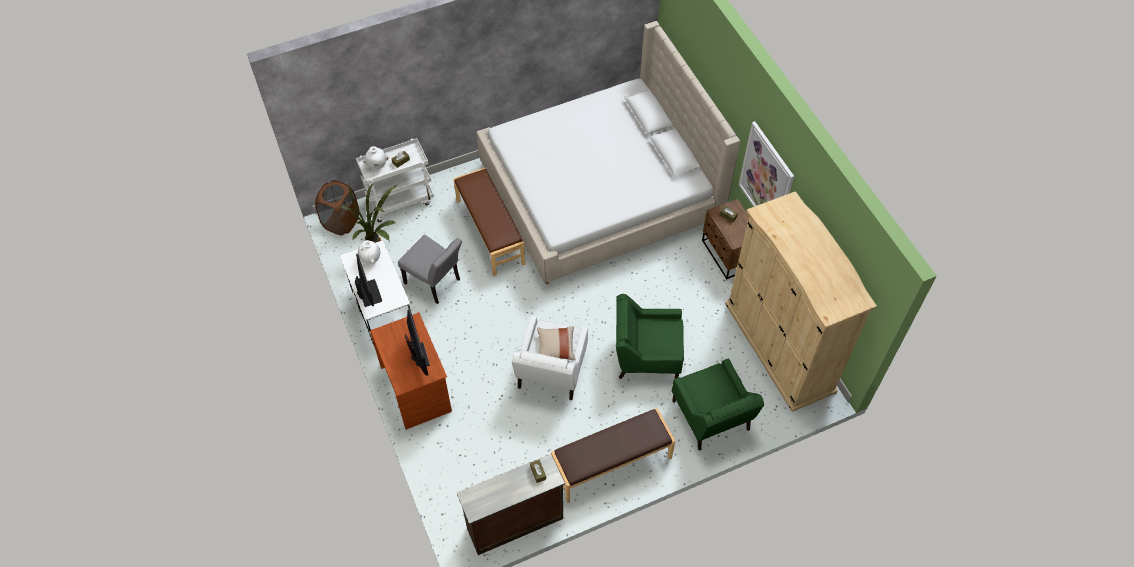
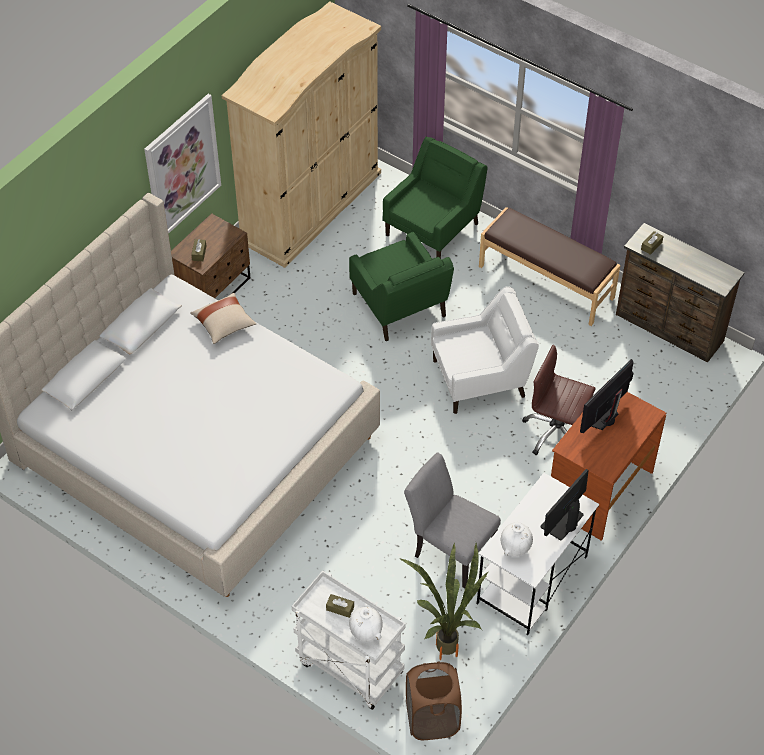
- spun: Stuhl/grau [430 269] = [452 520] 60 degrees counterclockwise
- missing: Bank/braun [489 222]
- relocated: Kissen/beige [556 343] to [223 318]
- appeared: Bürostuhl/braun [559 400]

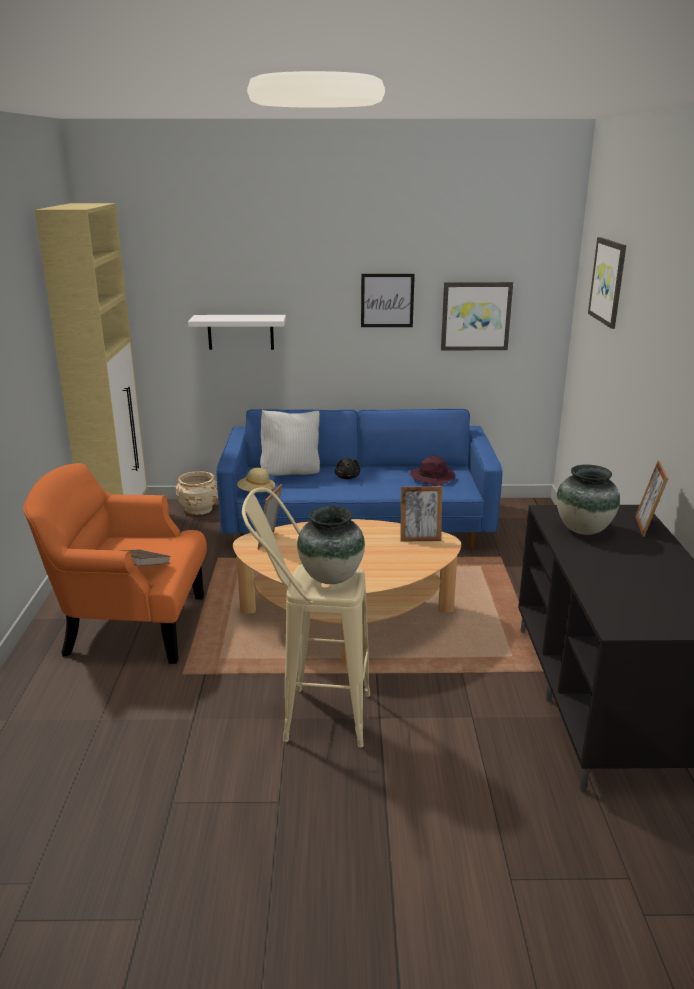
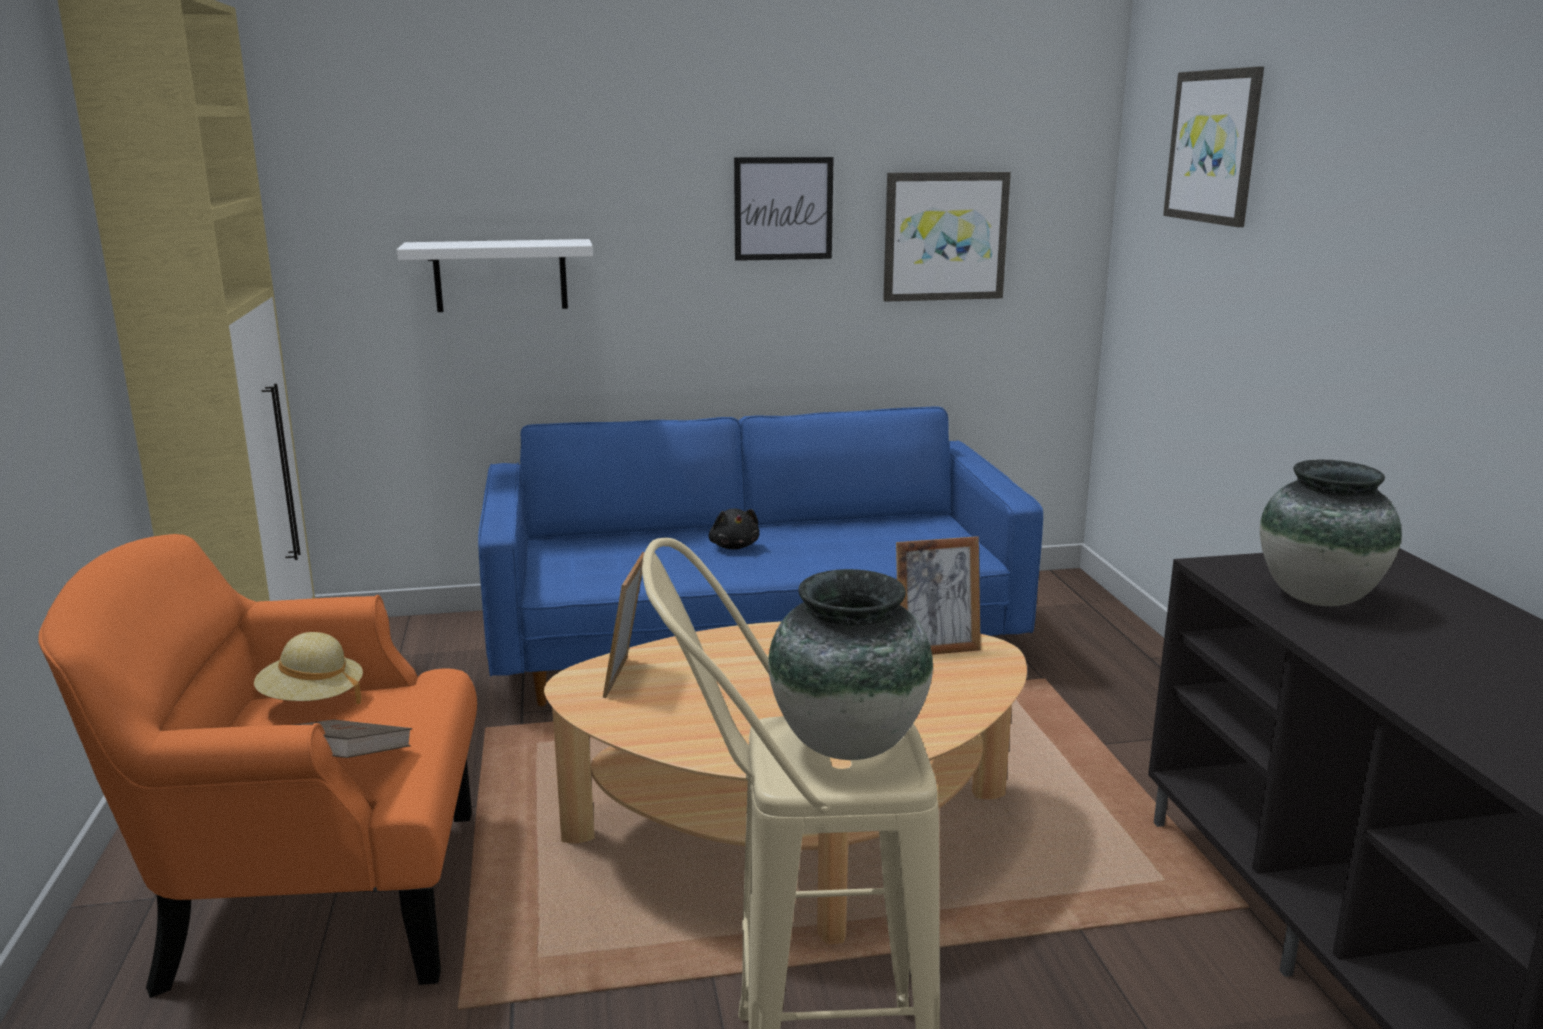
- missing: Pflanzkübel/beige [197 493]
- relocated: Hut/beige [256 480] to [308 668]
- missing: Kissen/weiß [290 443]
- missing: Hut/lila [433 471]
- missing: Bilderrahmen [651 499]

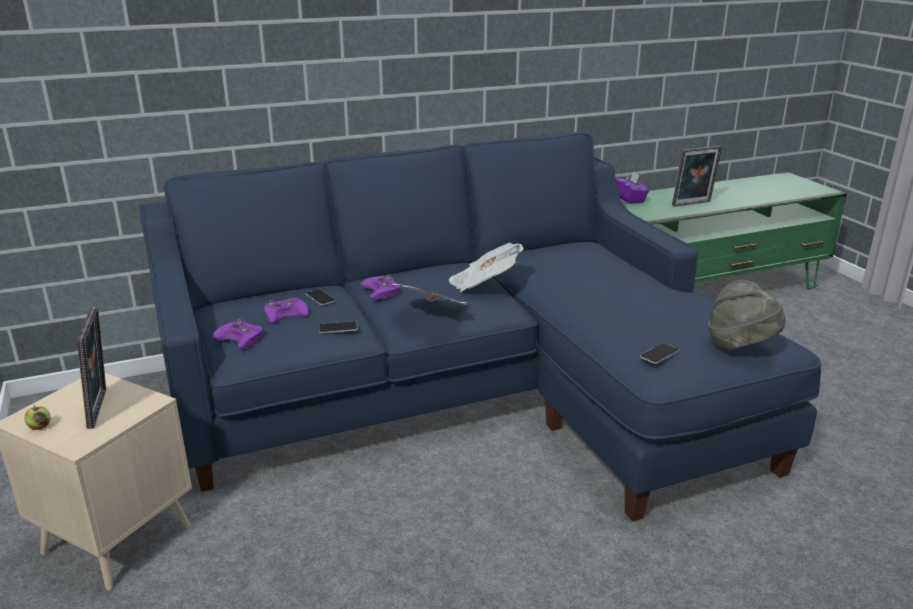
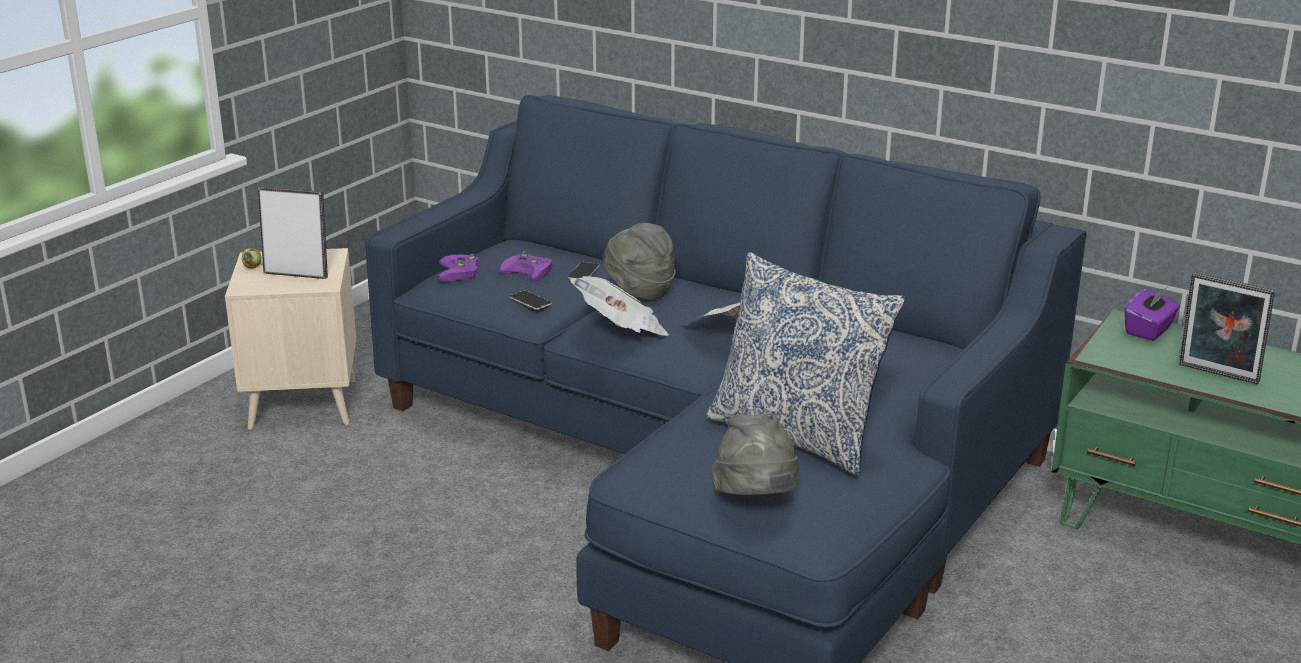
- spun: Bilderrahmen [91 368] = [293 233] 120 degrees counterclockwise
- exchanged: Gamepad/lila [380 287] to Hut/grau [639 261]
- missing: Handy [659 353]
- appeared: Kissen [806 363]

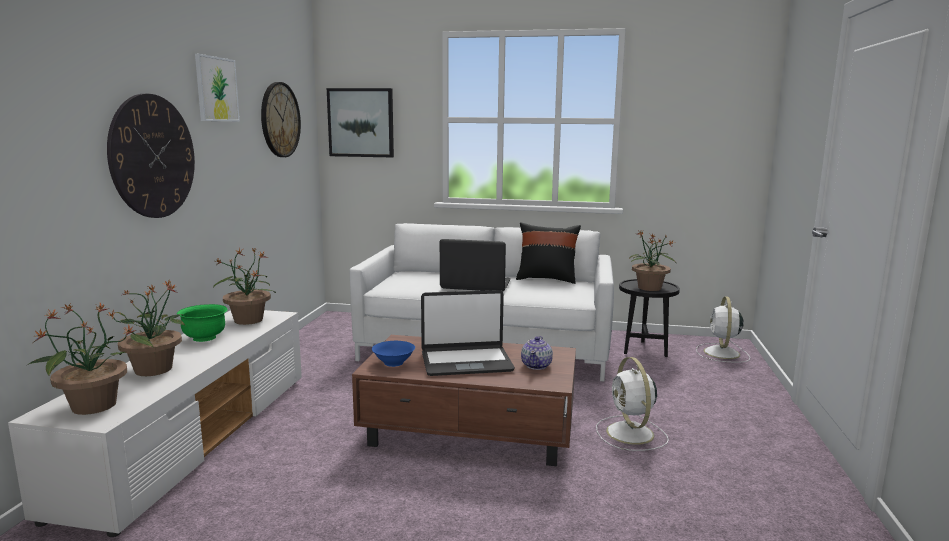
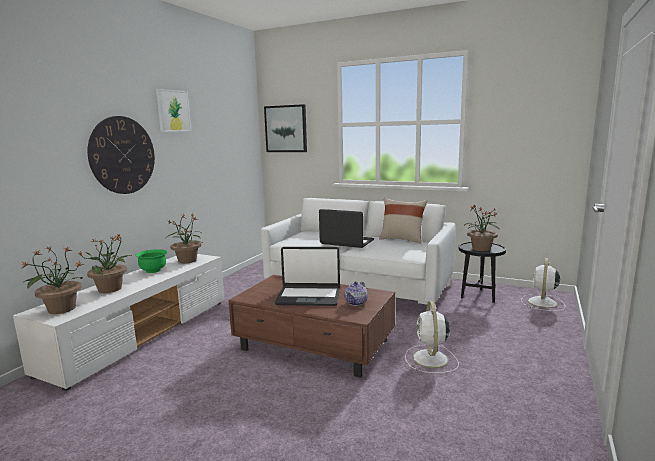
- missing: Wanduhr [281 119]
- missing: Schüssel/blau [393 354]
- colour: Kissen/schwarz [548 253] to Kissen/beige [403 221]

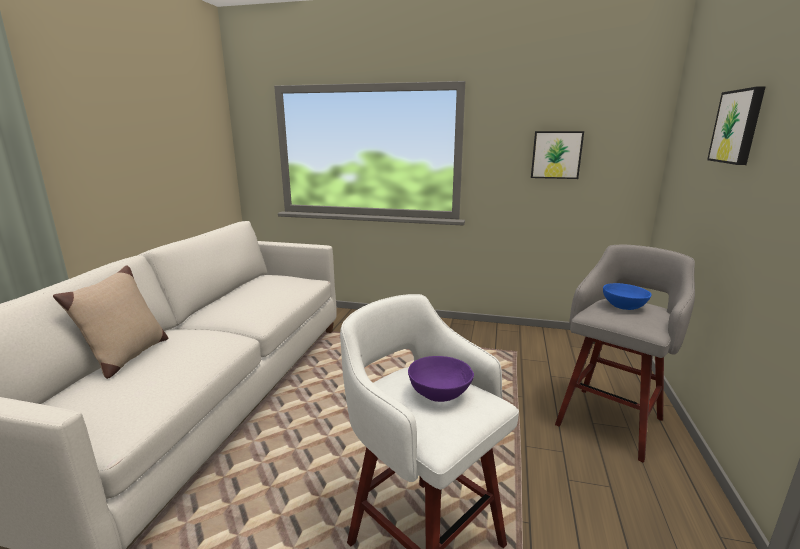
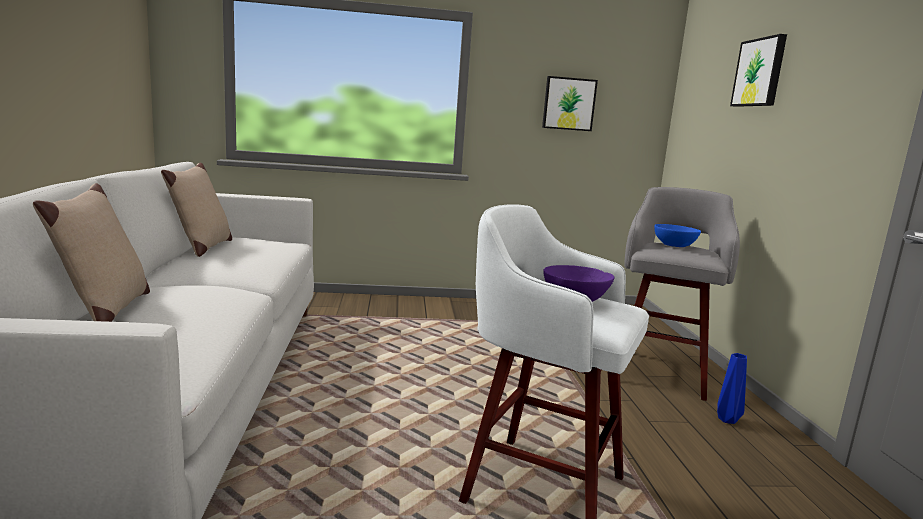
- appeared: Kissen/beige [196 210]
- appeared: Vase/blau [732 388]

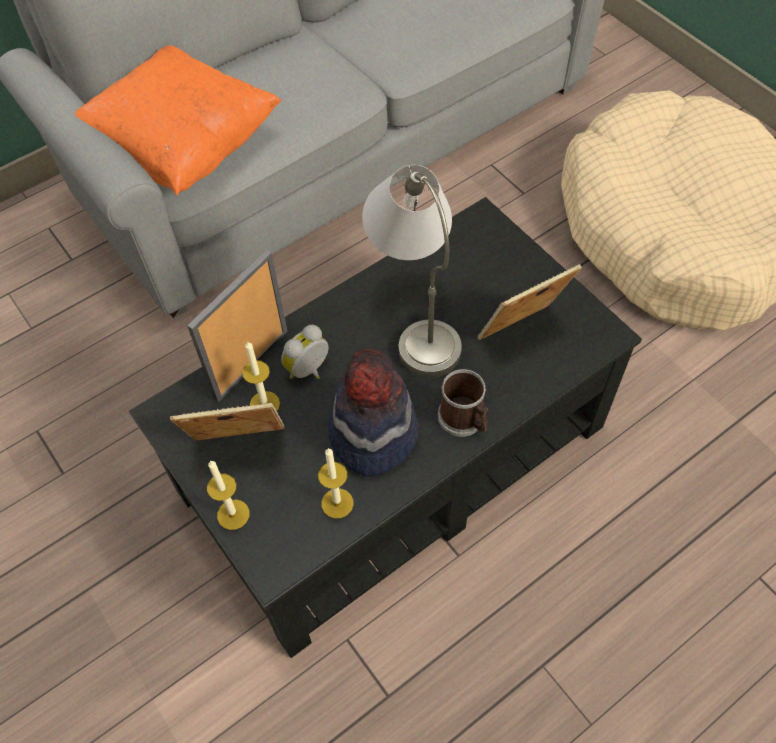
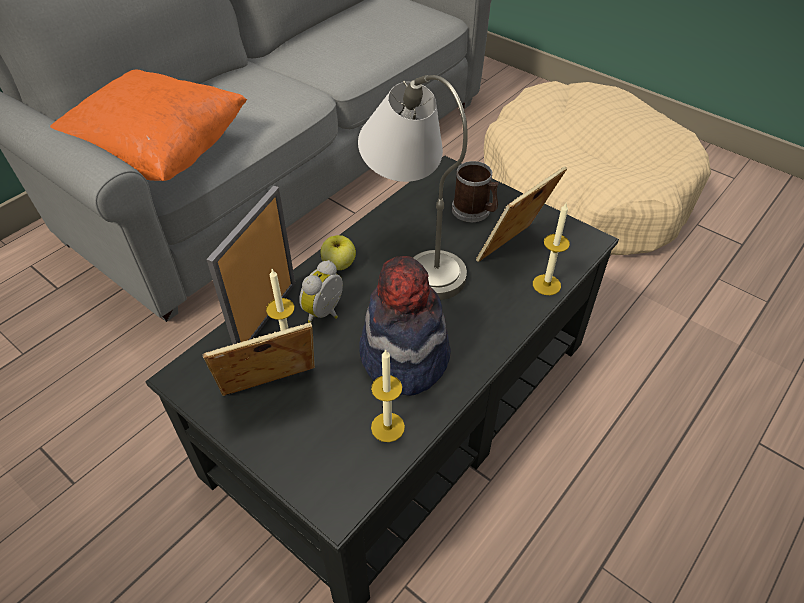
- relocated: Kerze [228 495] to [551 249]
- relocated: Henkelbecher [463 403] to [475 191]
- appeared: Apfel [338 252]

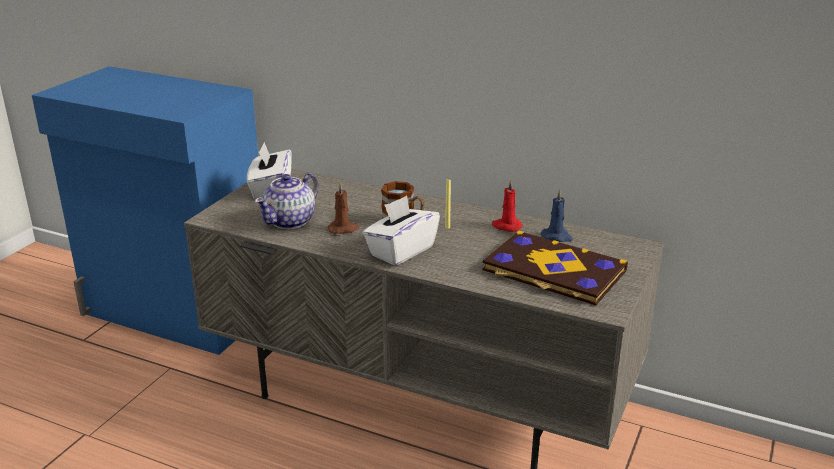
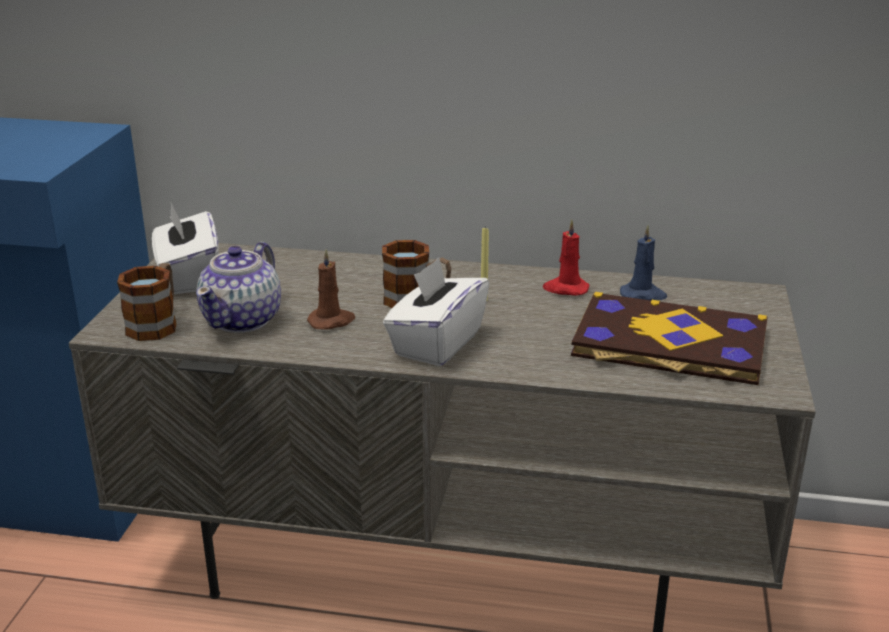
- appeared: Henkelbecher [147 302]

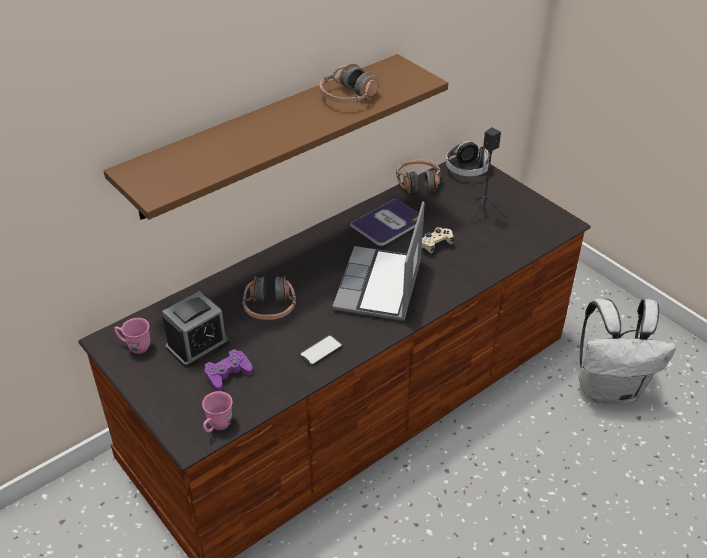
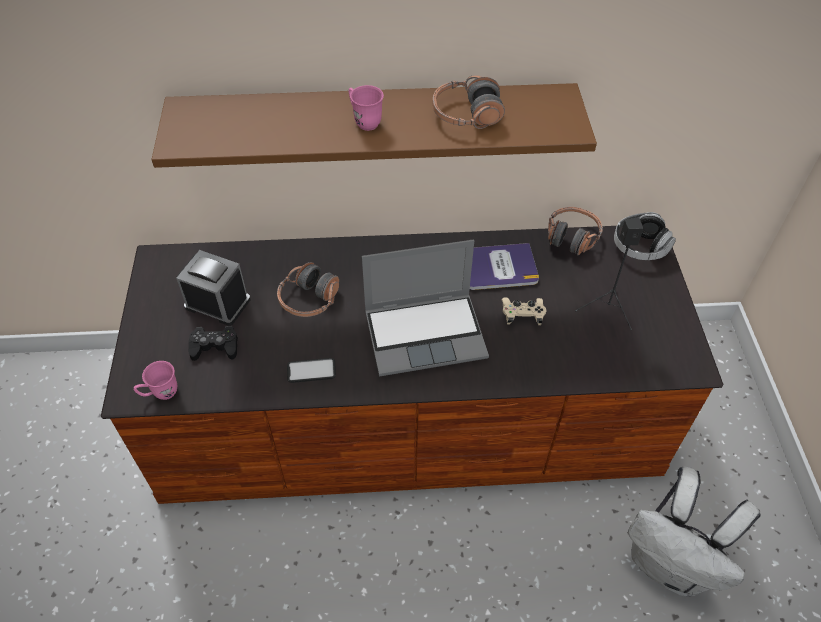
- relocated: Henkelbecher/rosa [132 336] to [366 108]
- spun: Wecker [195 329] = [213 288] 150 degrees counterclockwise
- colour: Gamepad/lila [229 370] to Gamepad/schwarz [213 343]
- spun: Laptop [378 261] = [425 308] 150 degrees counterclockwise

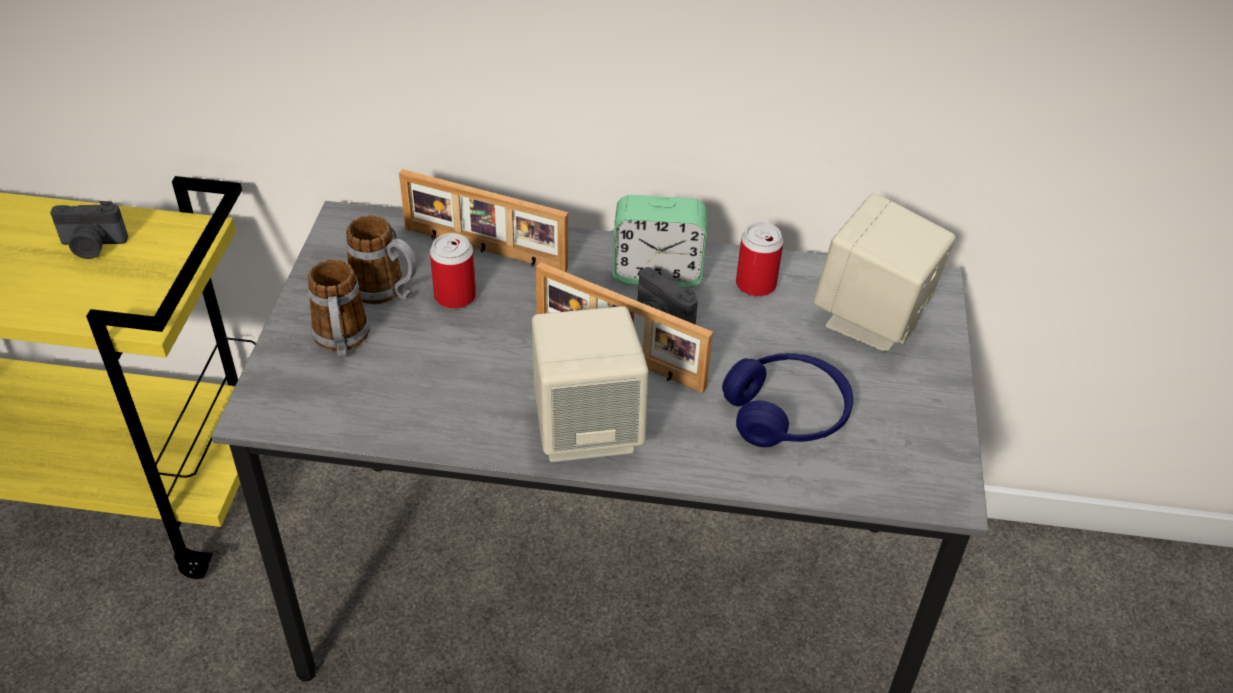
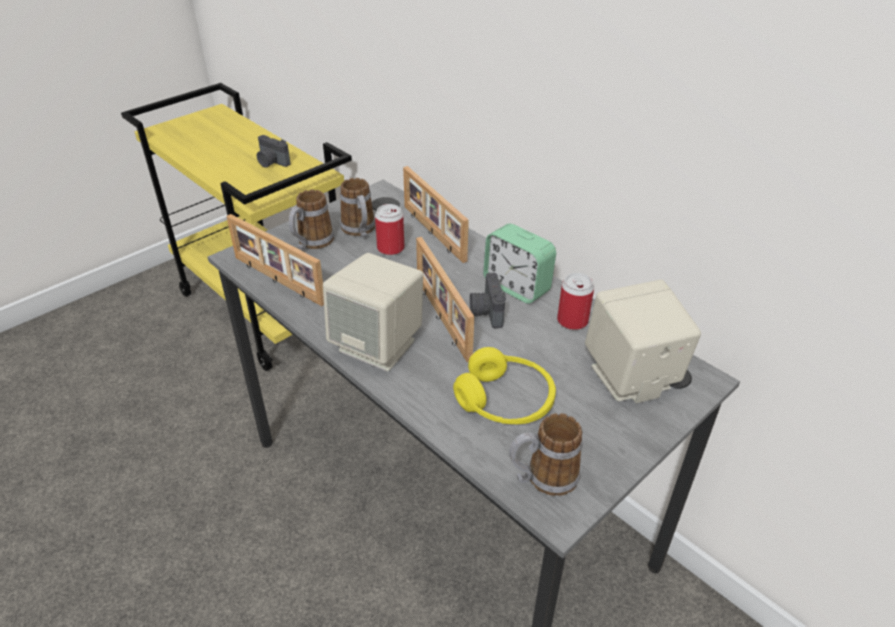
- colour: Kopfhörer/blau [787 400] to Kopfhörer/gelb [504 385]
- appeared: Bilderrahmen [275 260]
- appeared: Henkelbecher [546 454]

